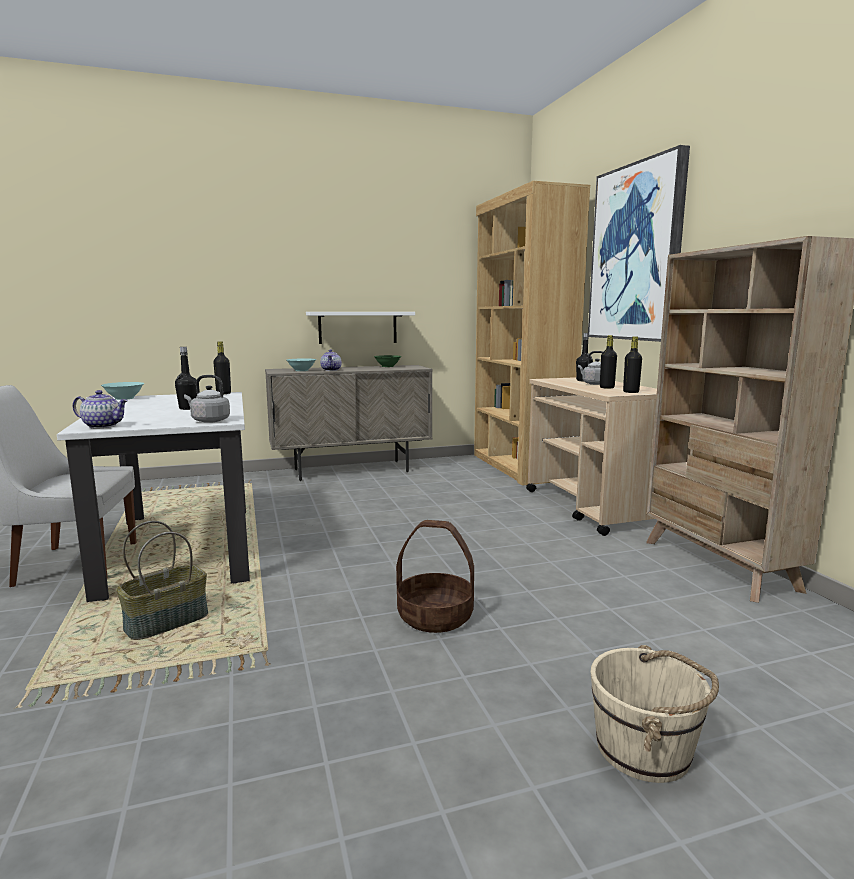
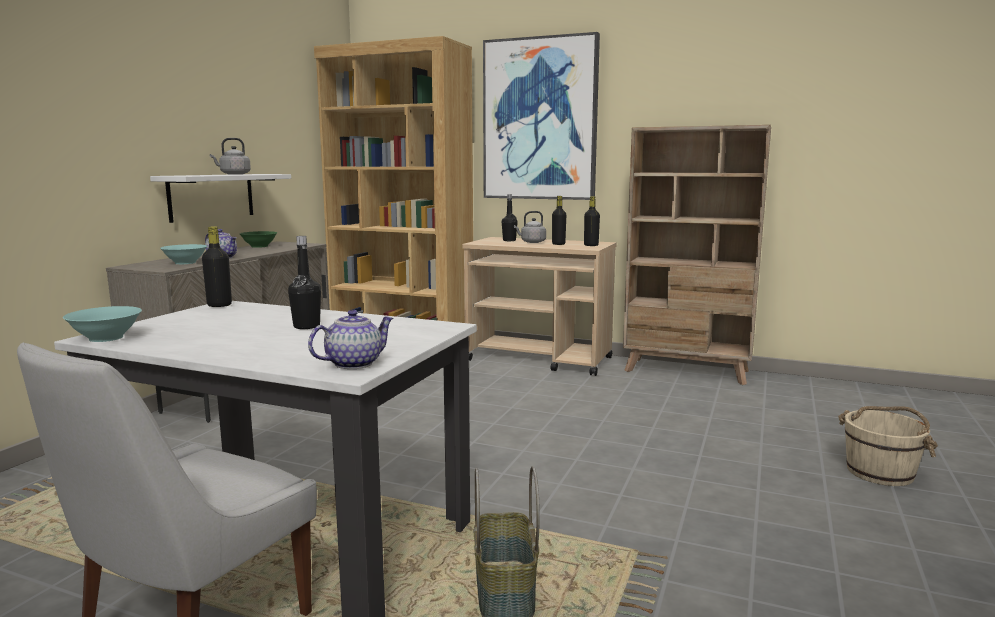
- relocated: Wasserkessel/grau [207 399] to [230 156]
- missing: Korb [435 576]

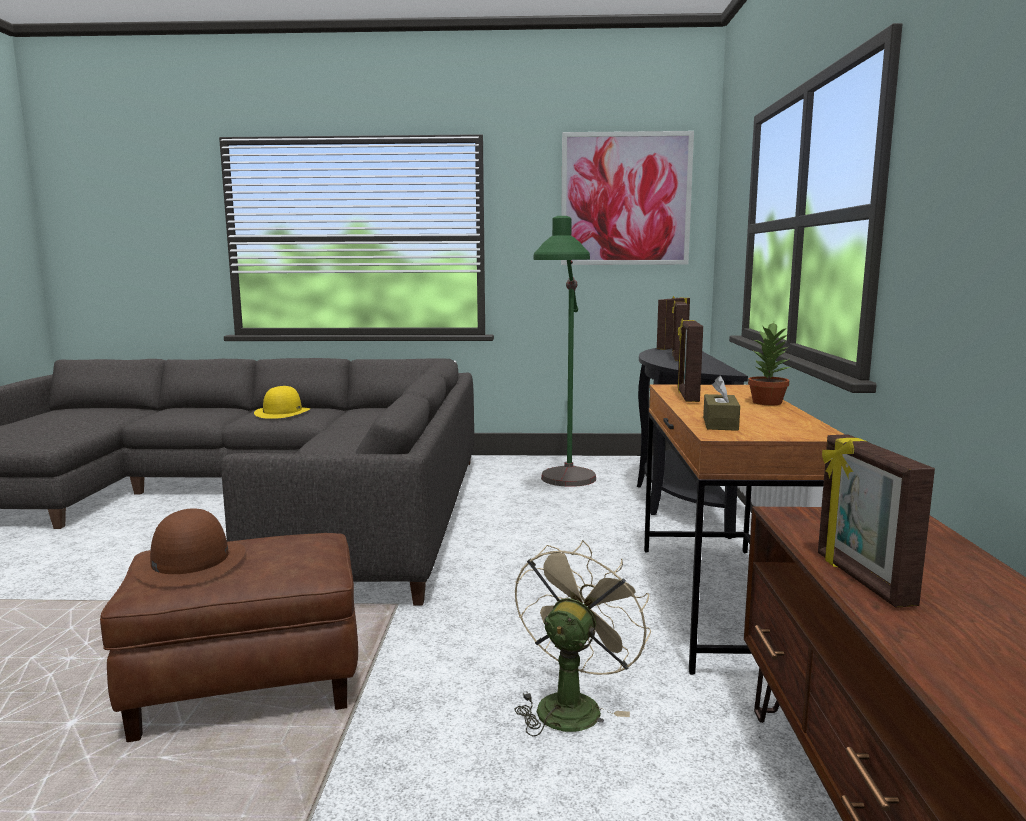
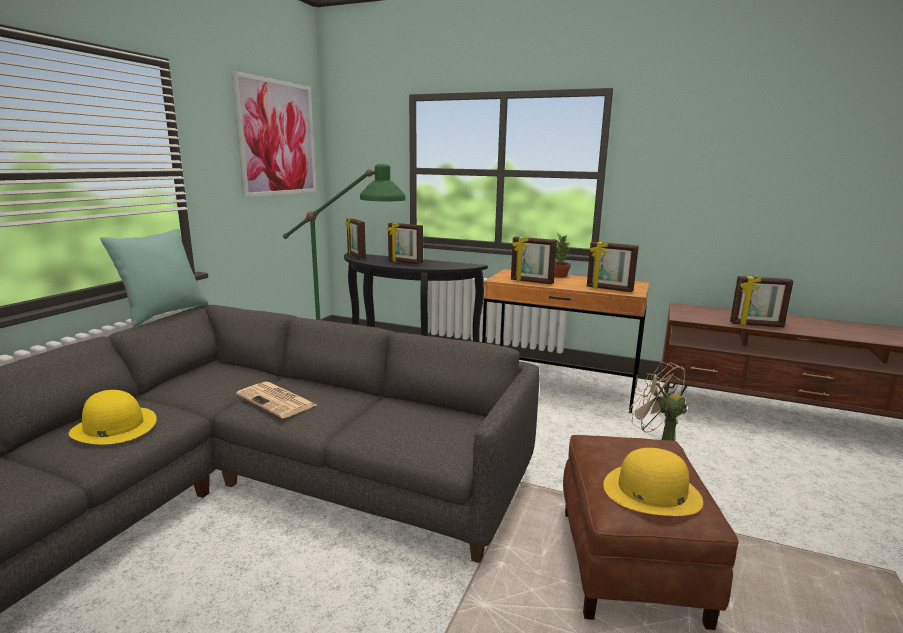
- colour: Hut/braun [189 547] to Hut/gelb [653 482]
- exchanged: Taschentuchbox/braun [721 403] to Bilderrahmen [613 266]
- appeared: Kissen/türkis [154 278]
- appeared: Zeitung [276 400]

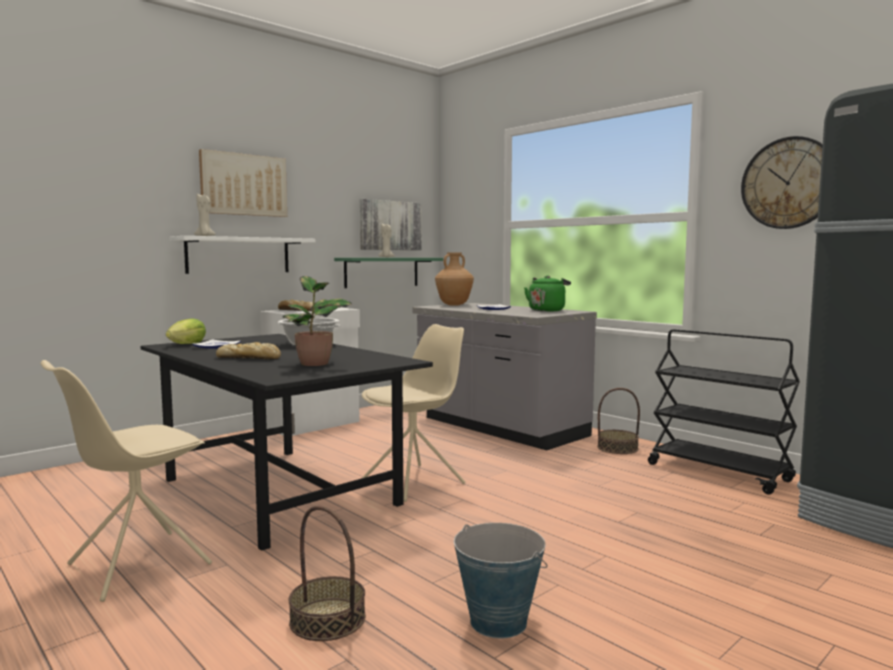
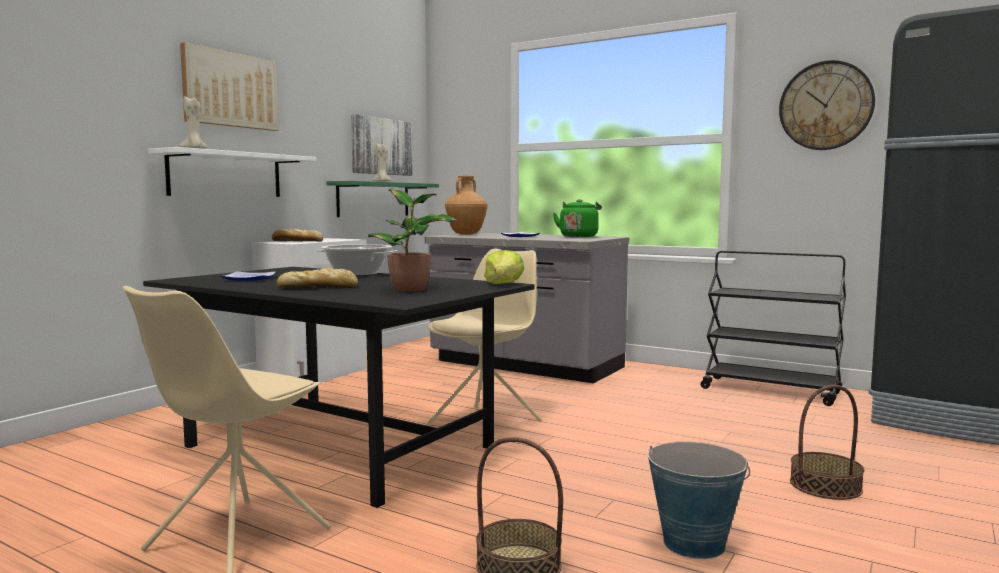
- relocated: Salatkopf [186 331] to [504 267]
- relocated: Korb [619 421] to [827 442]

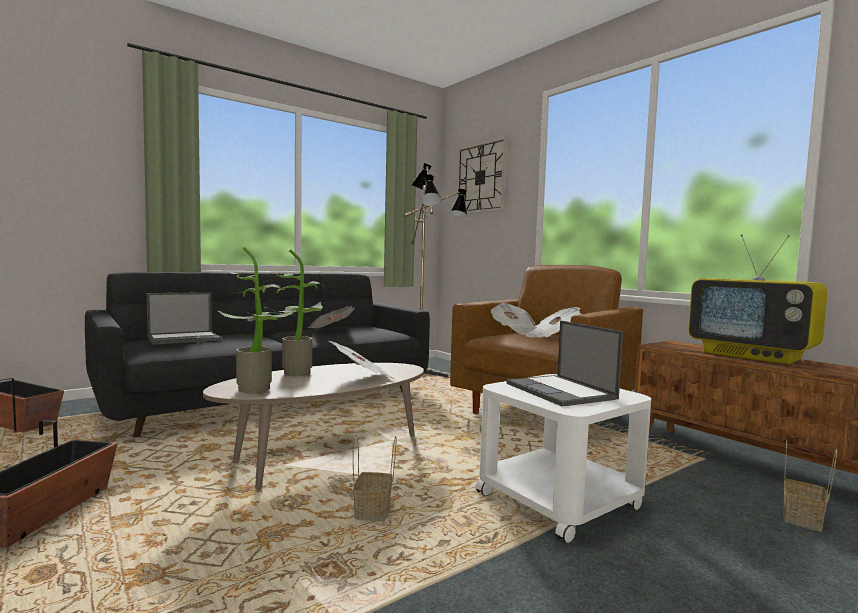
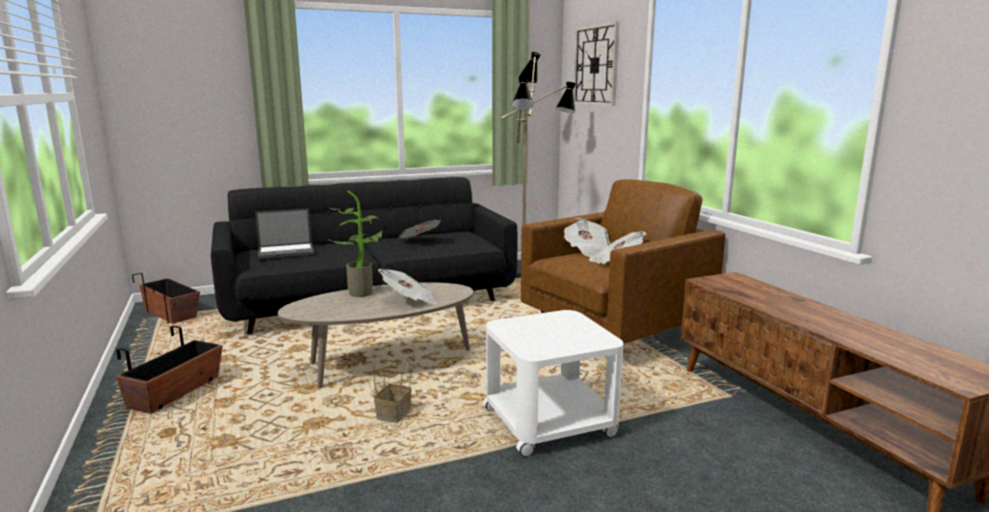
- missing: Topfpflanze [258 320]
- missing: Laptop [564 363]
- missing: Fernseher [758 299]
- missing: Korb [810 486]

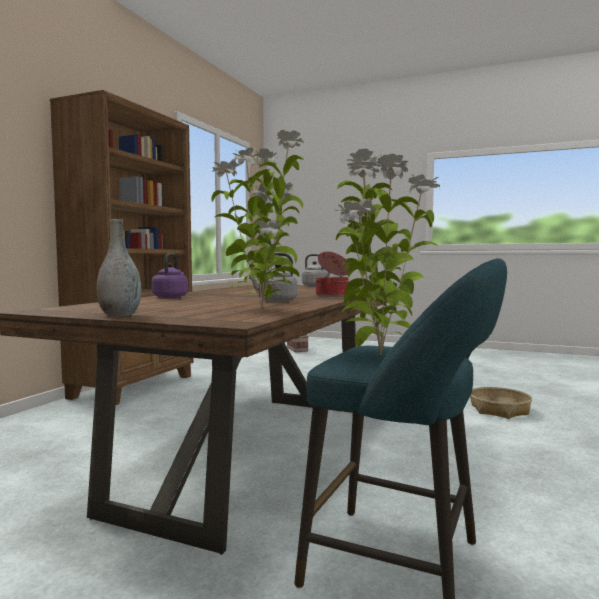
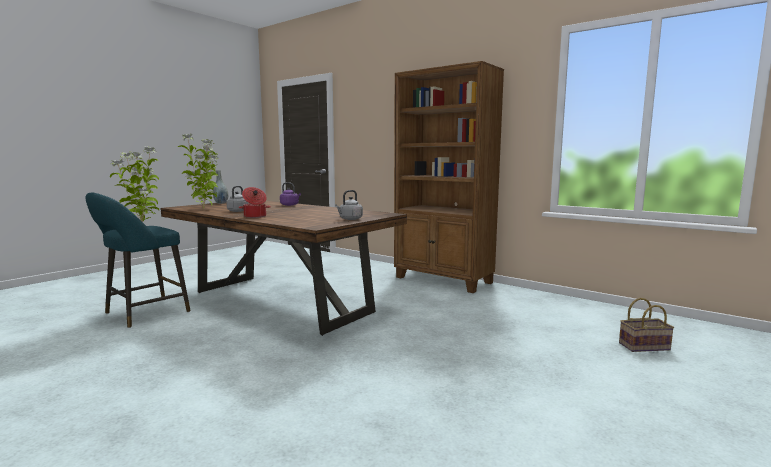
- missing: Korb [501 403]

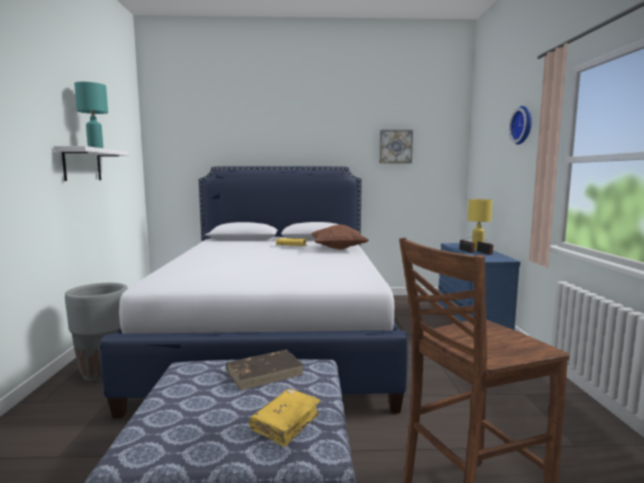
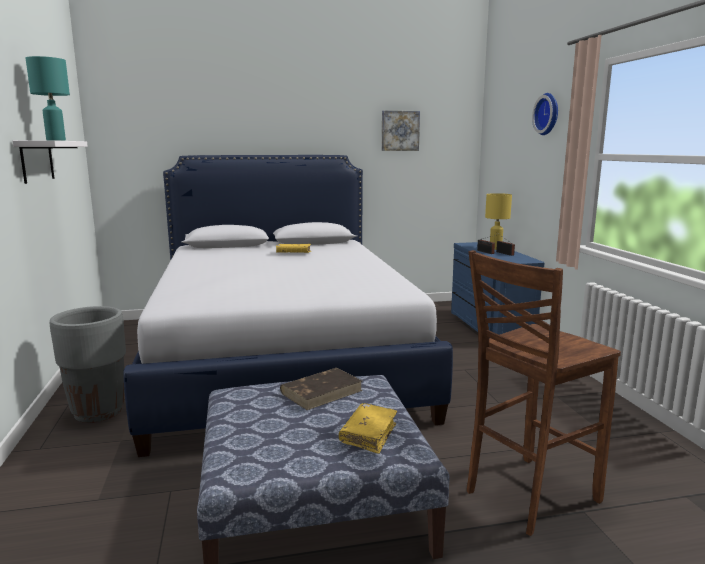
- missing: Kissen/braun [340 237]

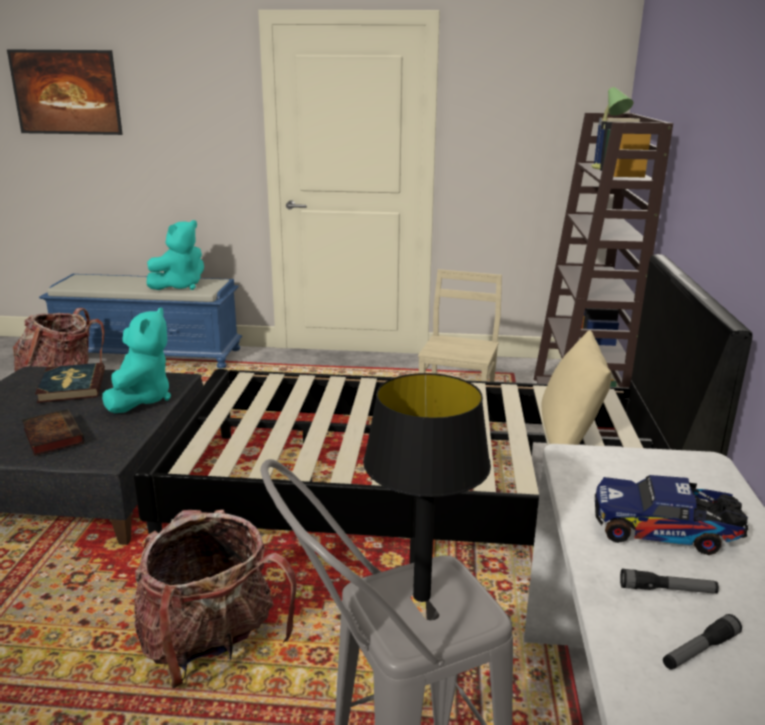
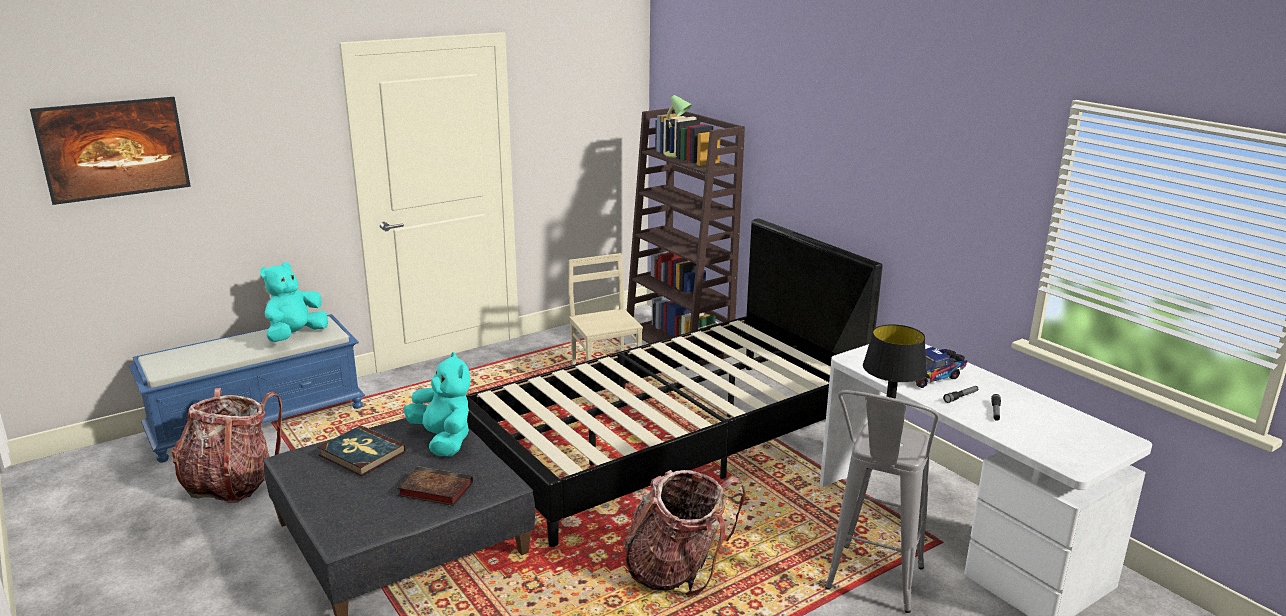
- spun: Plüschtier/türkis [175 255] = [294 302] 150 degrees counterclockwise
- missing: Kissen/beige [576 387]

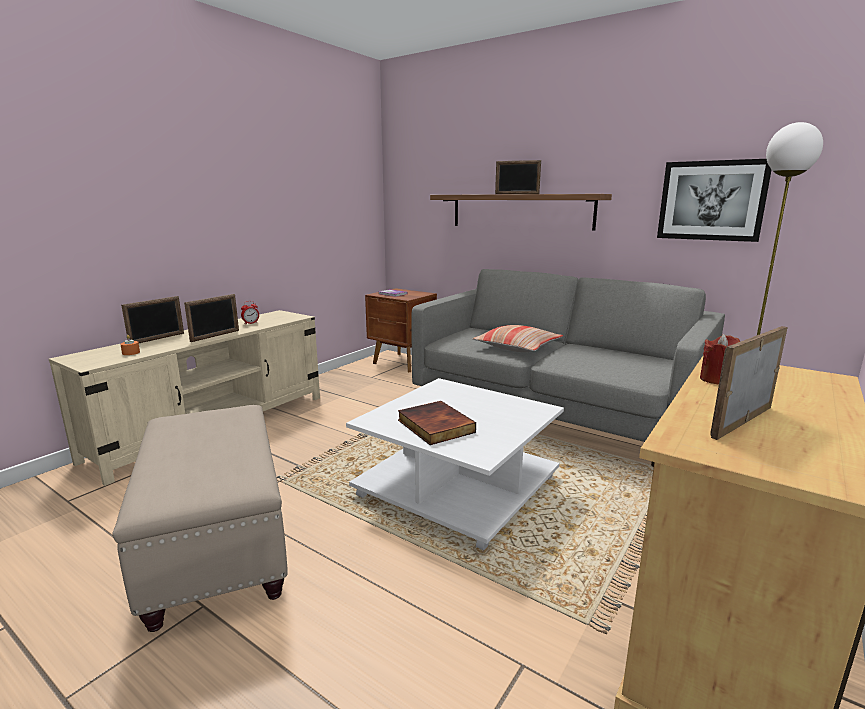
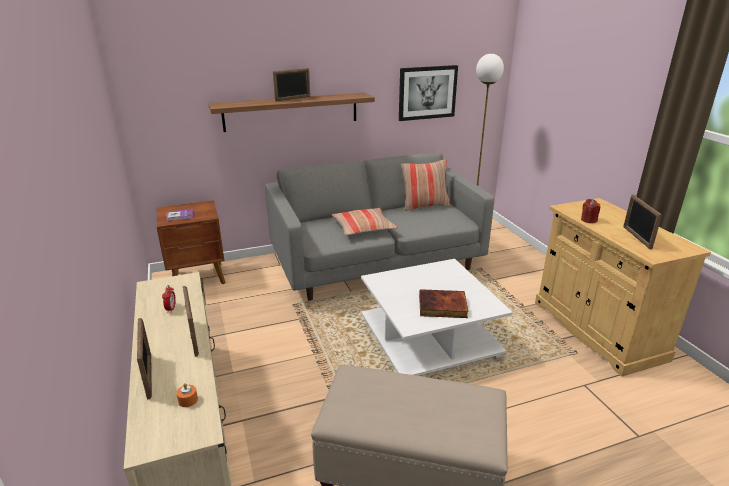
- appeared: Kissen [425 185]

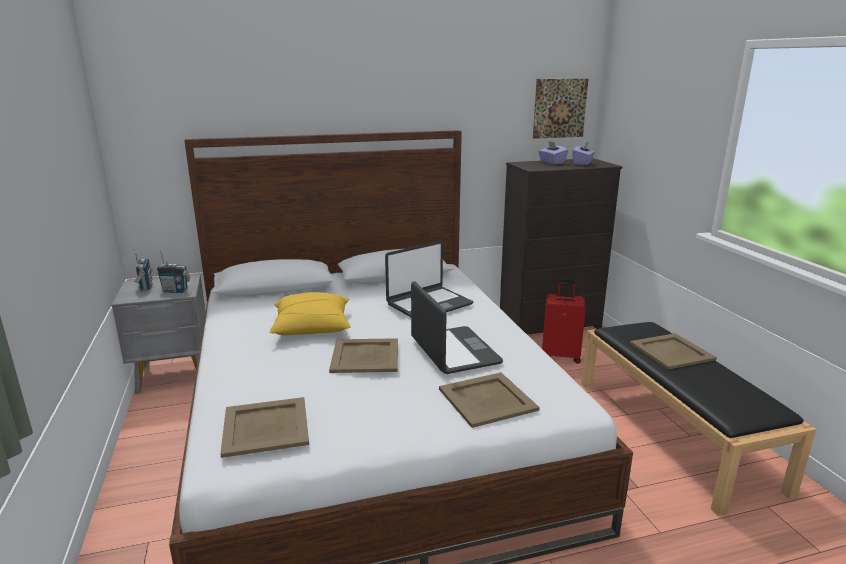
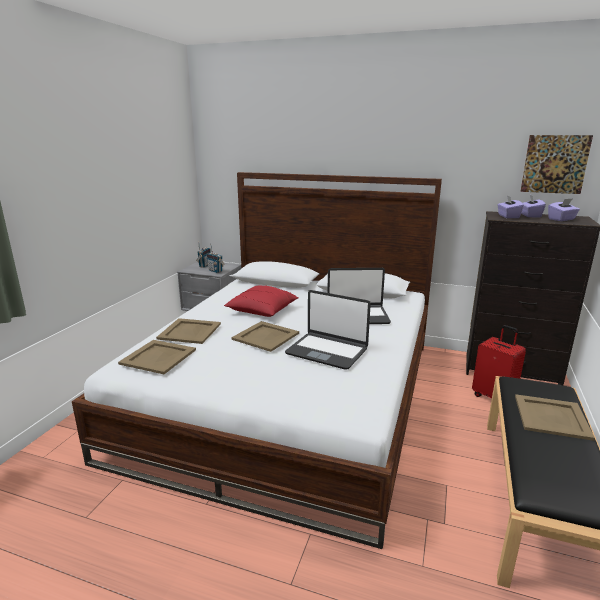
- colour: Kissen/gelb [310 314] to Kissen/rot [261 301]
- spun: Laptop [457 327] = [328 330] 105 degrees clockwise
- relocated: Tablett/beige [489 400] to [188 331]
- appeared: Taschentuchbox/lila [510 206]

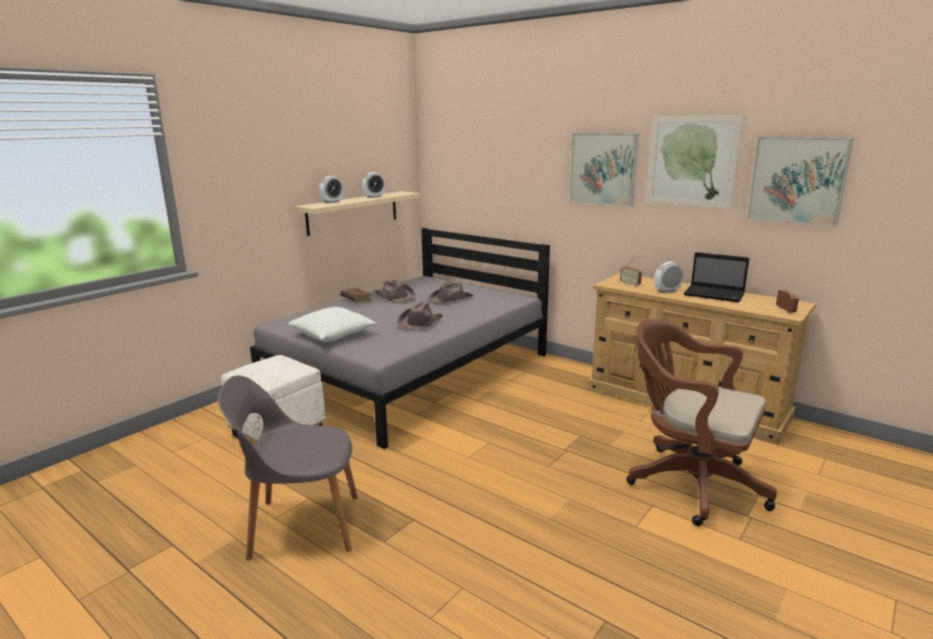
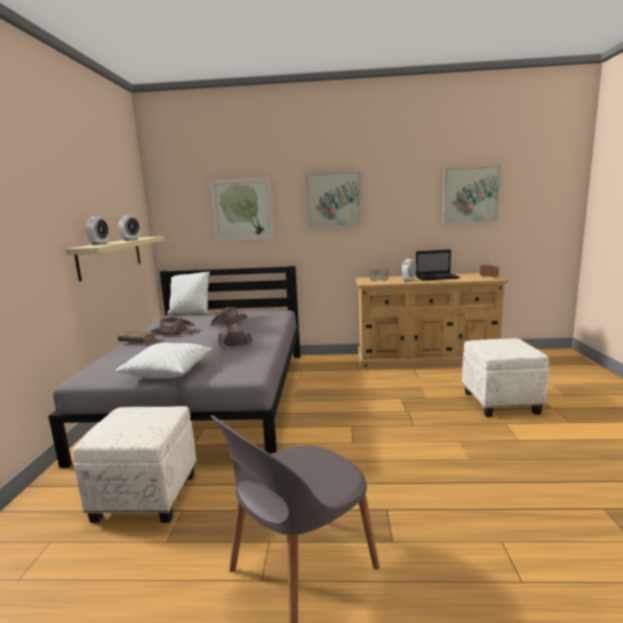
- exchanged: Bürostuhl/braun [701 422] to Polsterhocker/weiß [505 378]
- relocated: Bild [695 162] to [242 209]
- appeared: Kissen/weiß [189 293]

